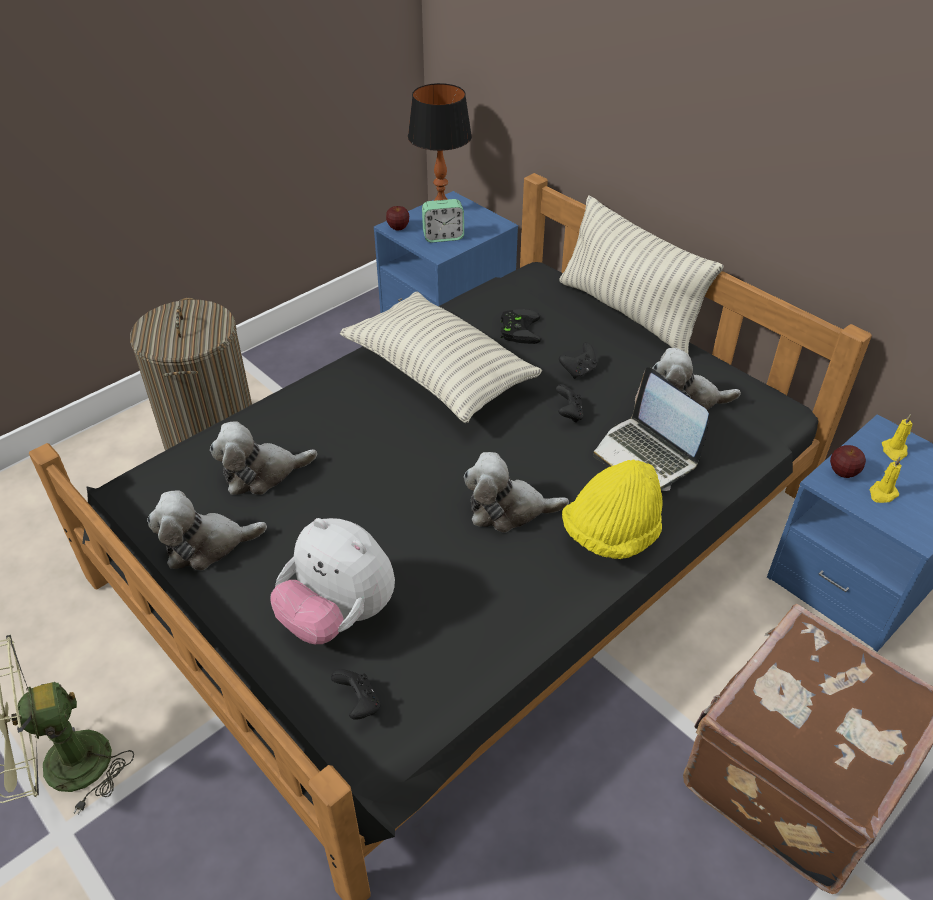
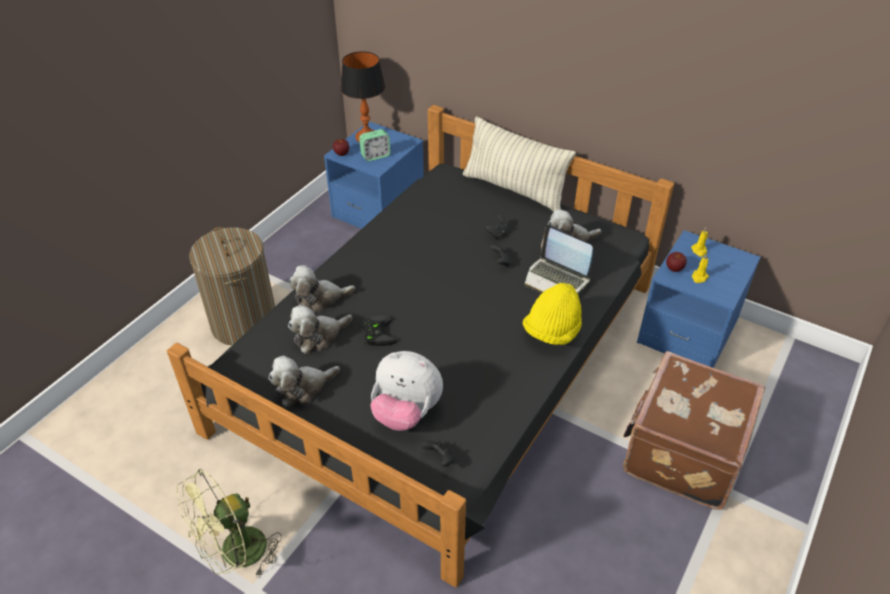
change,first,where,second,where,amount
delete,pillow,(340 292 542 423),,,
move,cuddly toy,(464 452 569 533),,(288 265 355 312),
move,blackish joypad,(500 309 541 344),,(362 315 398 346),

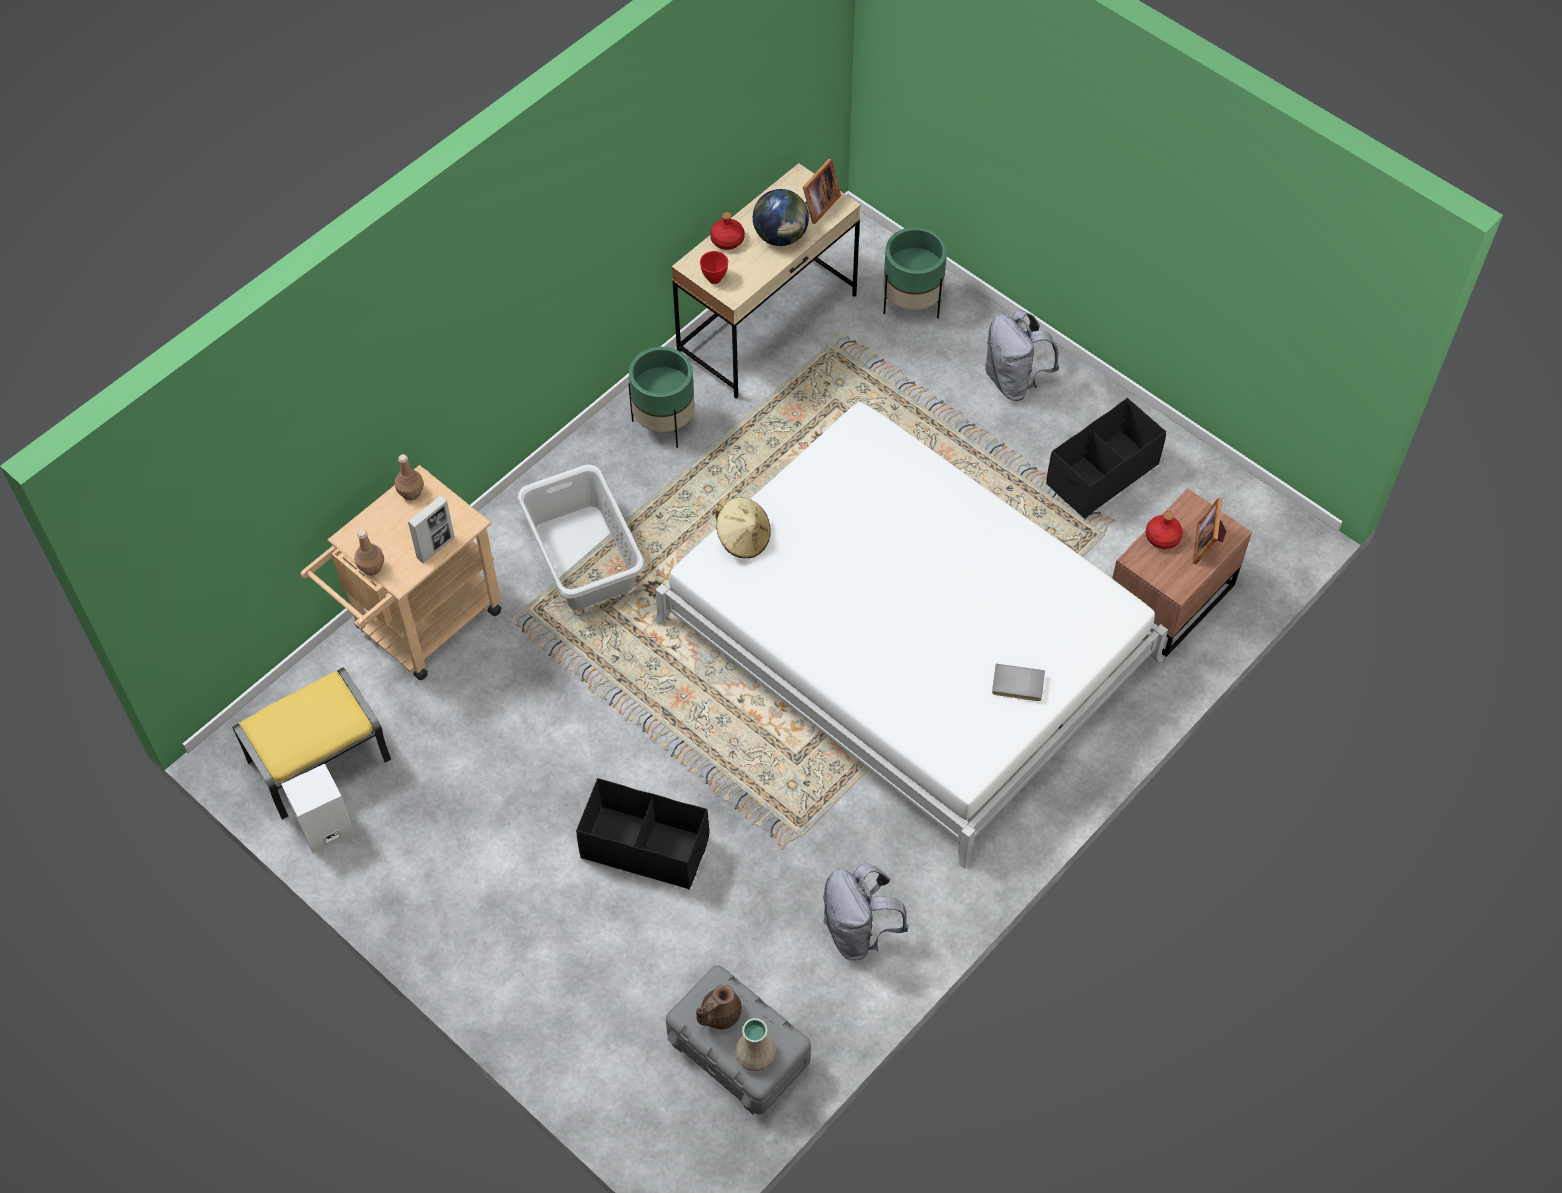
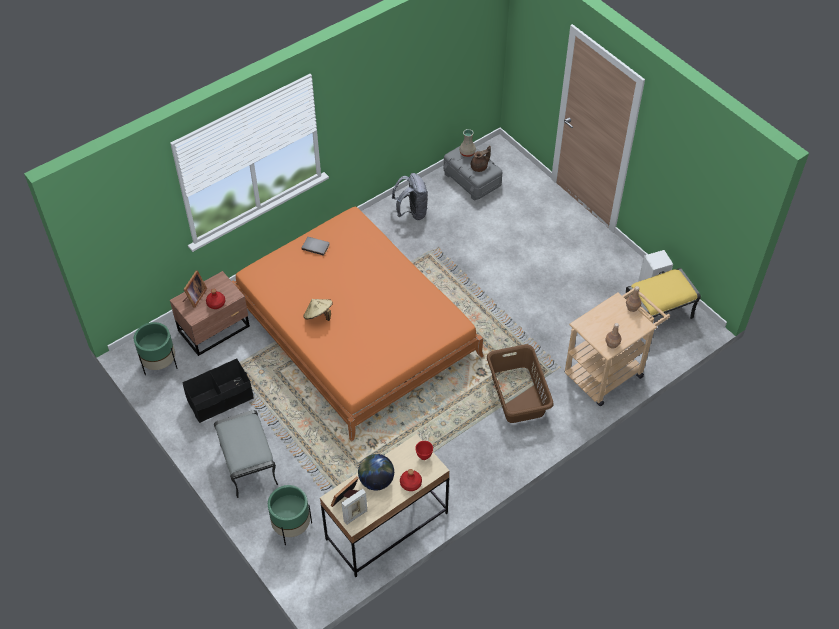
change,first,where,second,where,amount
delete,blackish storage box,(576 778 709 890),,,
move,photo frame,(408 495 455 563),,(341 489 367 525),
move,green-coloured flower pot,(629 347 695 448),,(134 322 177 375),
move,sand-coloured clothing hat,(715 497 771 559),,(303 299 333 321),
replace,grey rucksack,(985 310 1059 401),grey footrest,(214 410 278 498),
recolor,grey laundry basket,(517 464 645 610),brown-coloured laundry basket,(487 344 554 423),
recolor,white-coloured bed,(654 402 1168 869),orange-coloured bed,(232 206 484 441),

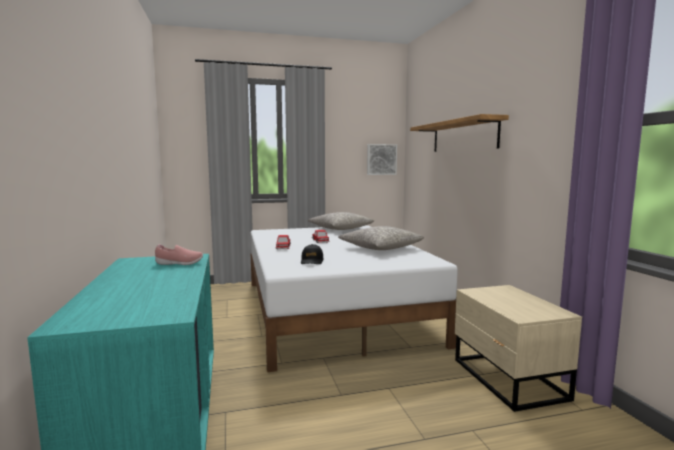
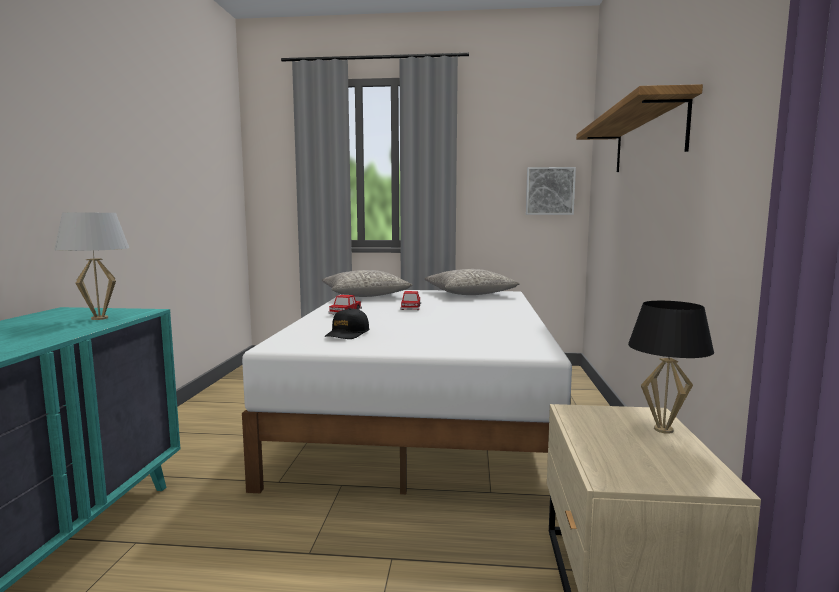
change,first,where,second,where,amount
insert,,,blackish table lamp,(628 301 714 434),
move,grey pillow,(338 226 424 250),,(322 270 412 297),
replace,pink-coloured item of footwear,(155 244 203 265),white-coloured table lamp,(54 213 129 320),

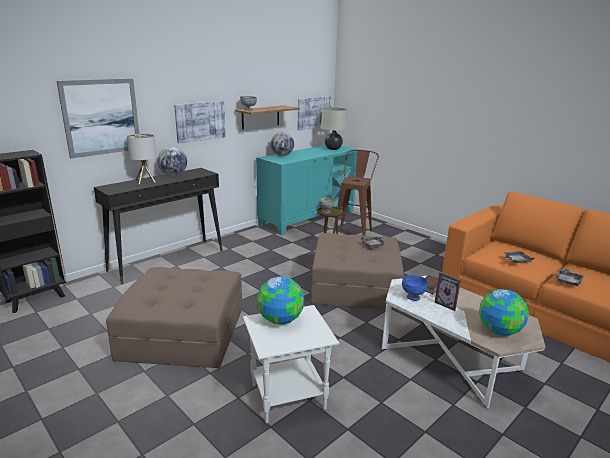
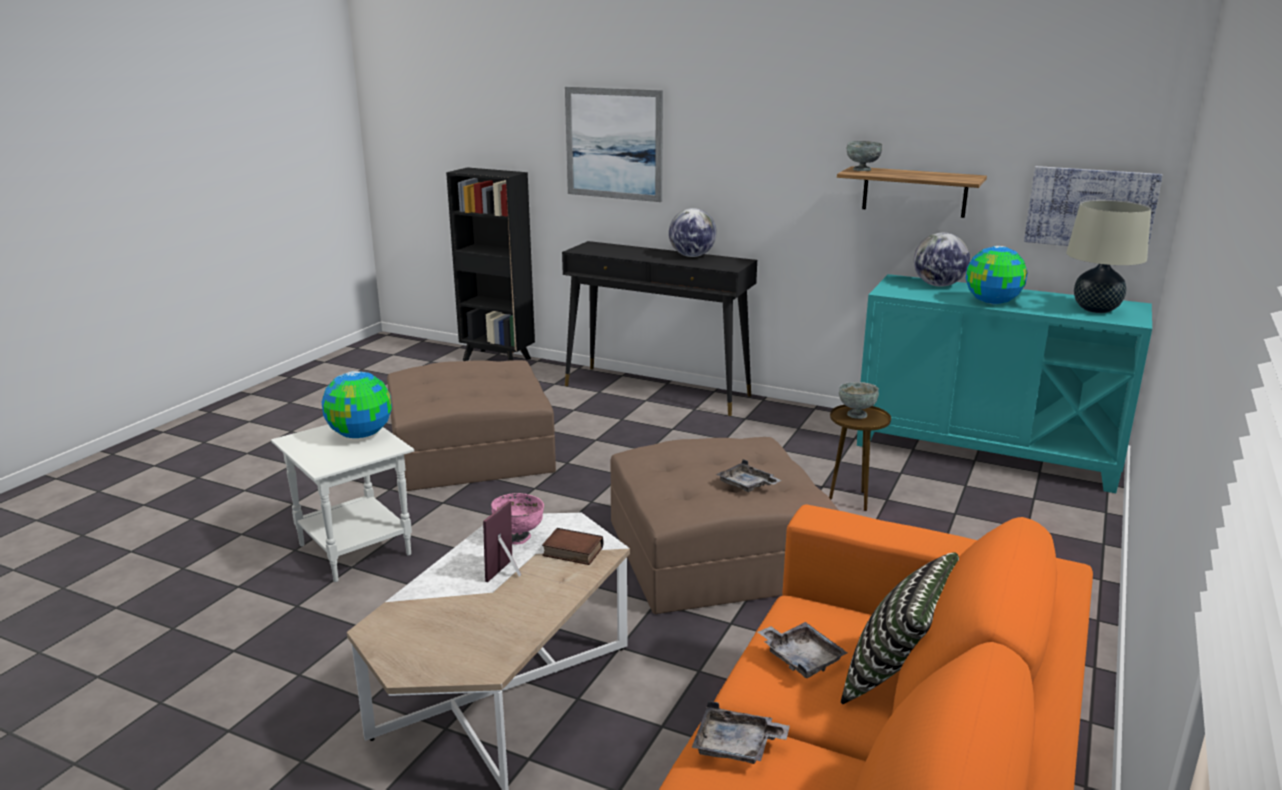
change,first,where,second,where,amount
delete,table lamp,(127 134 156 184),,,
delete,picture,(174 101 226 143),,,
delete,brown-coloured stool seat,(333 150 379 236),,,
insert,,,pillow,(841 552 959 704),
move,world globe,(479 289 529 336),,(966 246 1027 304),
recolor,blue deep dish,(402 275 428 301),pink-coloured deep dish,(491 493 544 544),

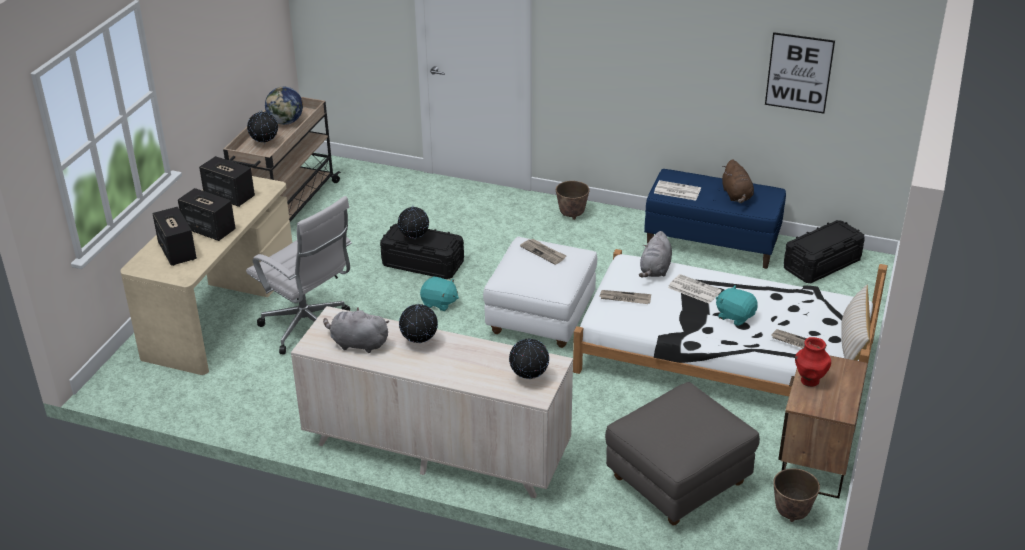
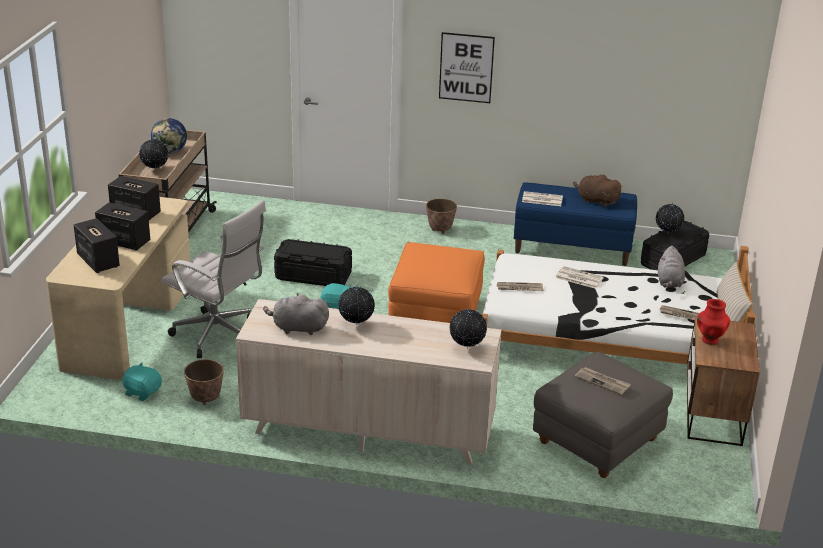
change,first,where,second,where,amount
move,world globe,(398 206 429 239),,(656 202 684 233),
move,newspaper,(520 239 567 265),,(575 367 631 395),
move,grey cuddly toy,(639 231 672 278),,(658 246 685 288),
move,turquoise cuddly toy,(716 285 758 326),,(122 362 162 401),
move,picture,(765 32 835 114),,(439 32 495 103),
move,flower pot,(773 468 820 522),,(184 359 224 405),
recolor,white-coloured footrest,(483 237 597 348),orange-coloured footrest,(388 242 485 323),
rotate,brown-coloured cuddly toy,(722 159 754 203),,(573 175 623 207),135 degrees clockwise

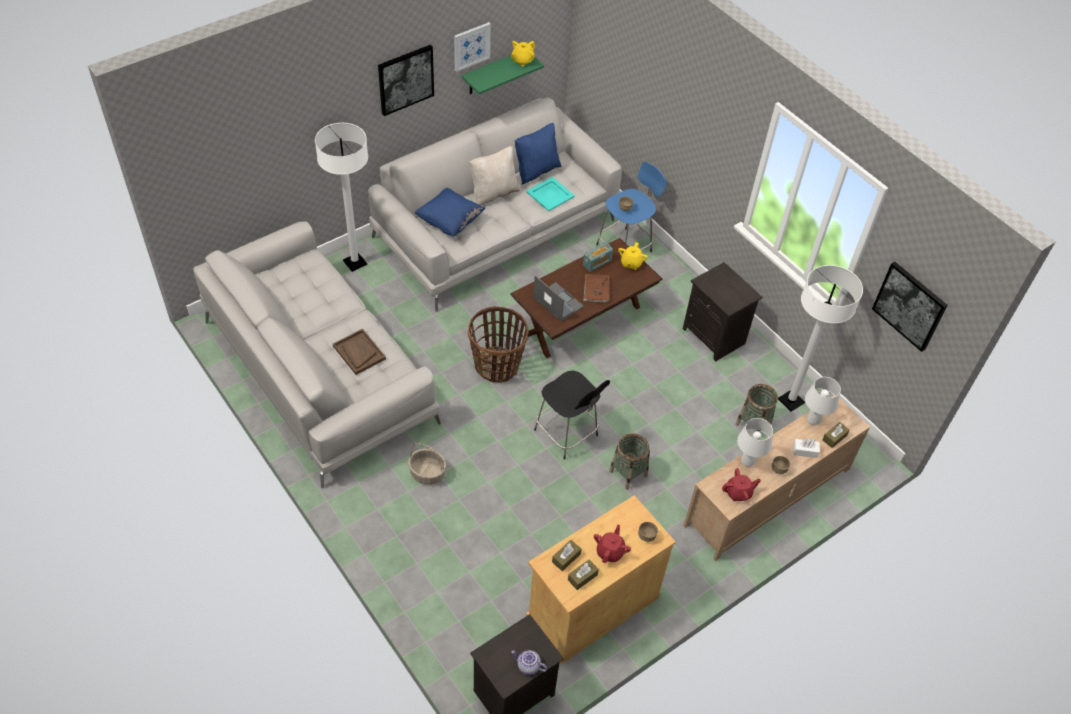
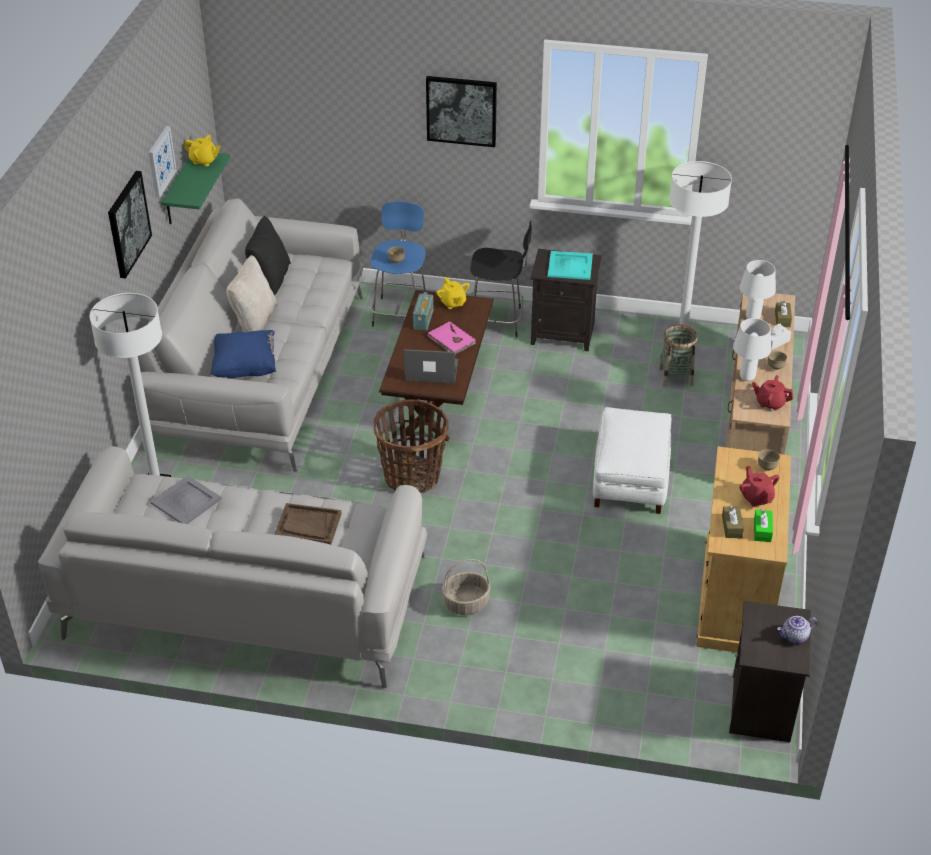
change,first,where,second,where,amount
insert,,,grey carrying tray,(150 475 222 524),
move,turquoise carrying tray,(526 177 575 211),,(548 251 593 280),
move,blackish stool seat,(534 370 610 460),,(470 221 532 337),
move,picture,(872 262 948 352),,(426 76 497 147),
replace,basket,(609 434 650 490),white-coloured footrest,(593 407 671 514),
recolor,blue pillow,(515 123 561 184),blackish pillow,(245 216 291 295),
recolor,brown-coloured box of tissues,(568 559 599 590),green-coloured box of tissues,(754 509 773 542),
recolor,brown-coloured volume,(583 274 610 303),pink-coloured volume,(427 321 476 354),
rotate,yellow pot for tea,(511 41 535 66),,(184 135 221 166),75 degrees counterclockwise
rotate,red pot for tea,(722 468 761 501),,(752 375 794 411),105 degrees counterclockwise

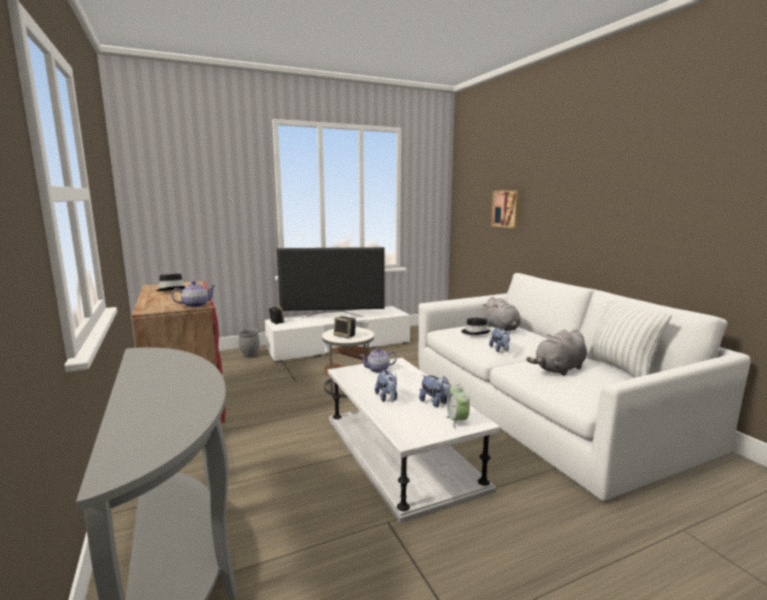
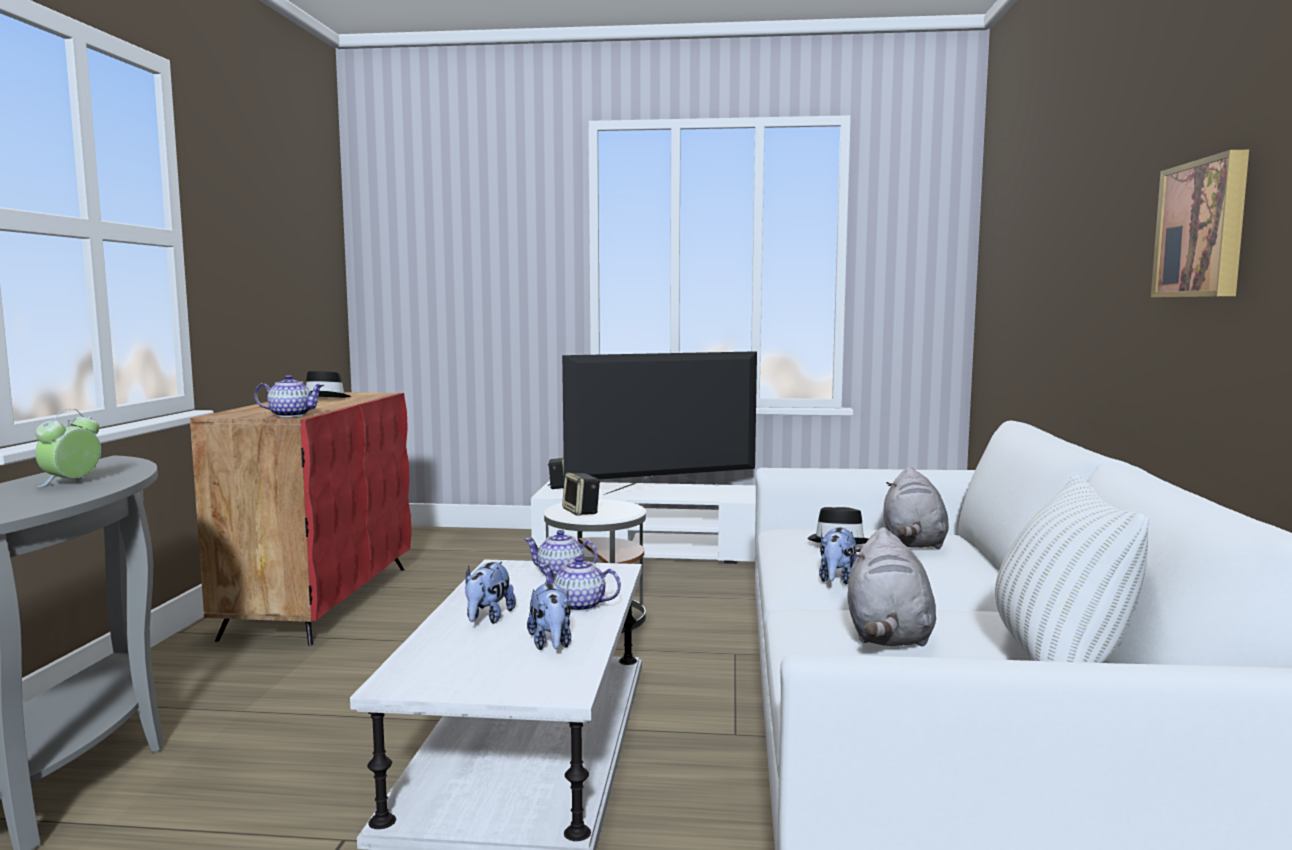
change,first,where,second,where,amount
delete,grey flower pot,(238 329 260 358),,,
insert,,,pot for tea,(539 556 621 612),
move,alarm clock,(446 384 470 429),,(35 409 101 487),
move,picture,(491 190 521 228),,(1151 150 1249 297),
rotate,TV,(277 247 385 318),,(562 351 757 495),135 degrees clockwise
rotate,grey cuddly toy,(526 329 587 376),,(848 528 936 646),75 degrees counterclockwise

